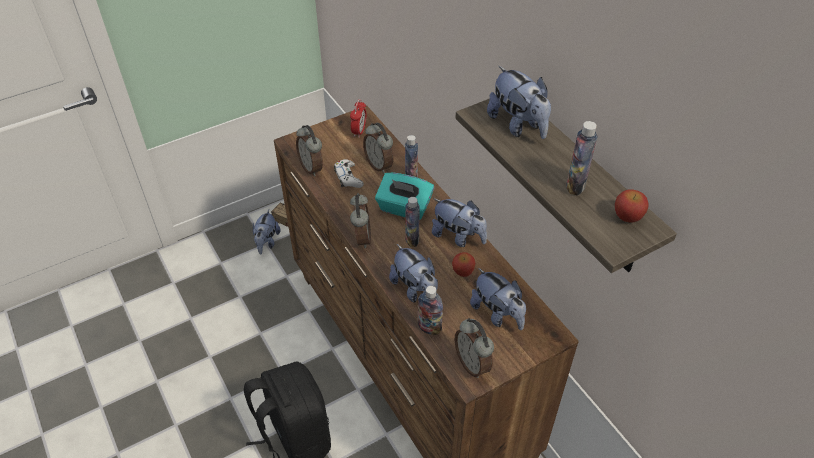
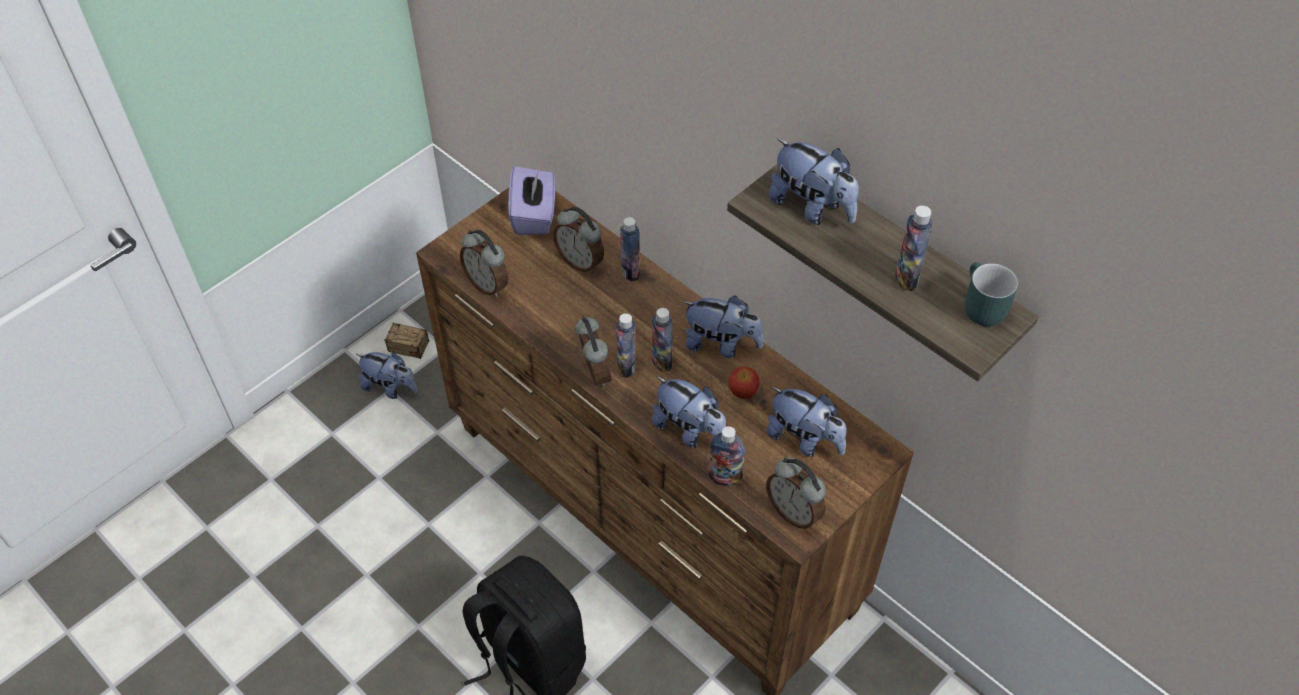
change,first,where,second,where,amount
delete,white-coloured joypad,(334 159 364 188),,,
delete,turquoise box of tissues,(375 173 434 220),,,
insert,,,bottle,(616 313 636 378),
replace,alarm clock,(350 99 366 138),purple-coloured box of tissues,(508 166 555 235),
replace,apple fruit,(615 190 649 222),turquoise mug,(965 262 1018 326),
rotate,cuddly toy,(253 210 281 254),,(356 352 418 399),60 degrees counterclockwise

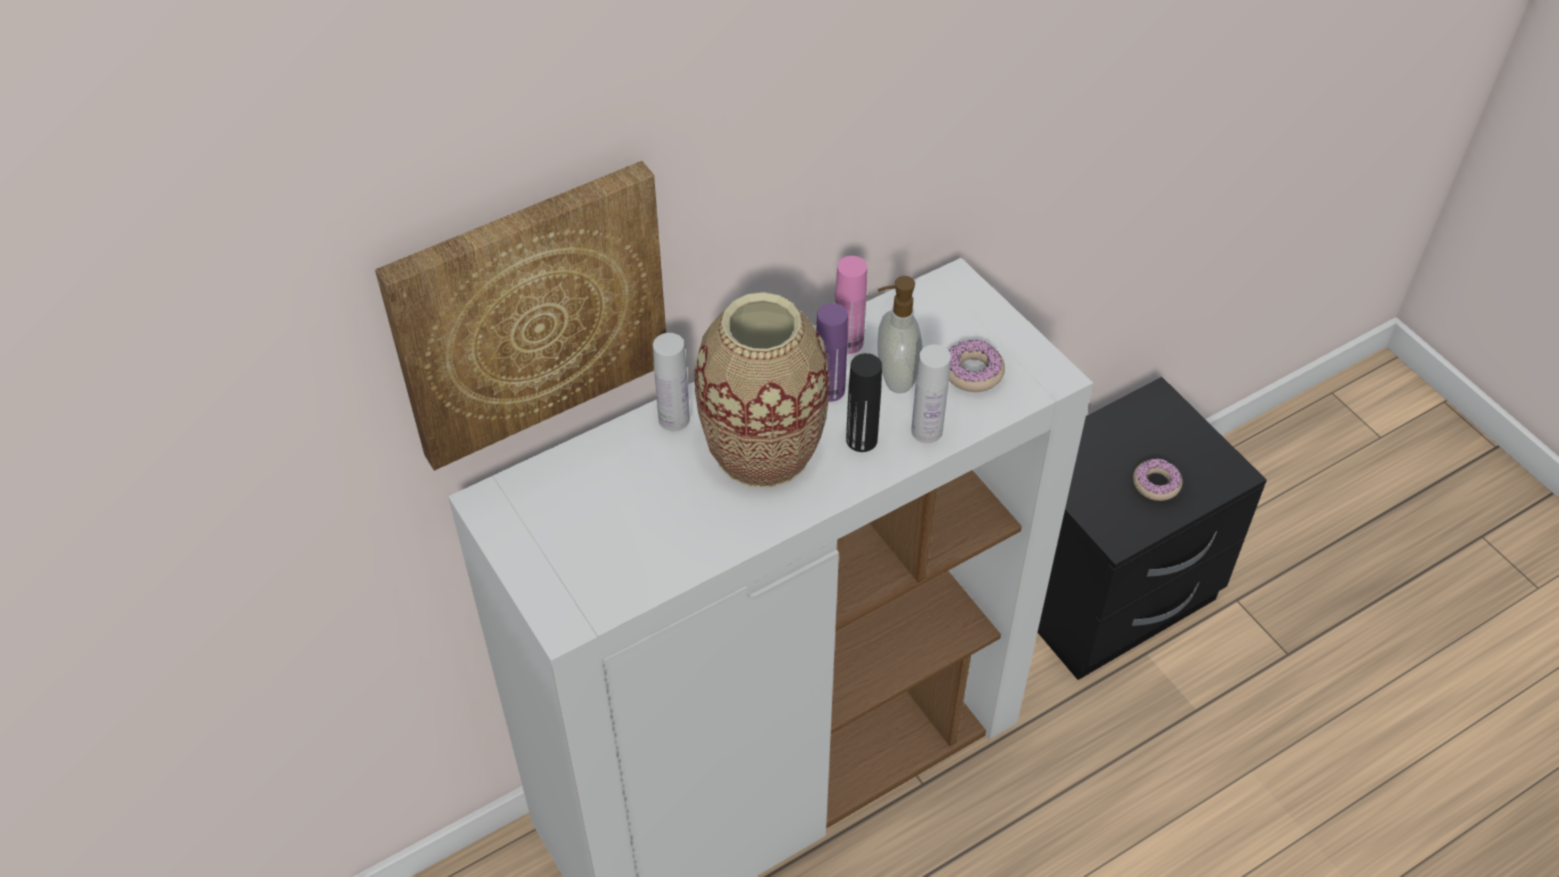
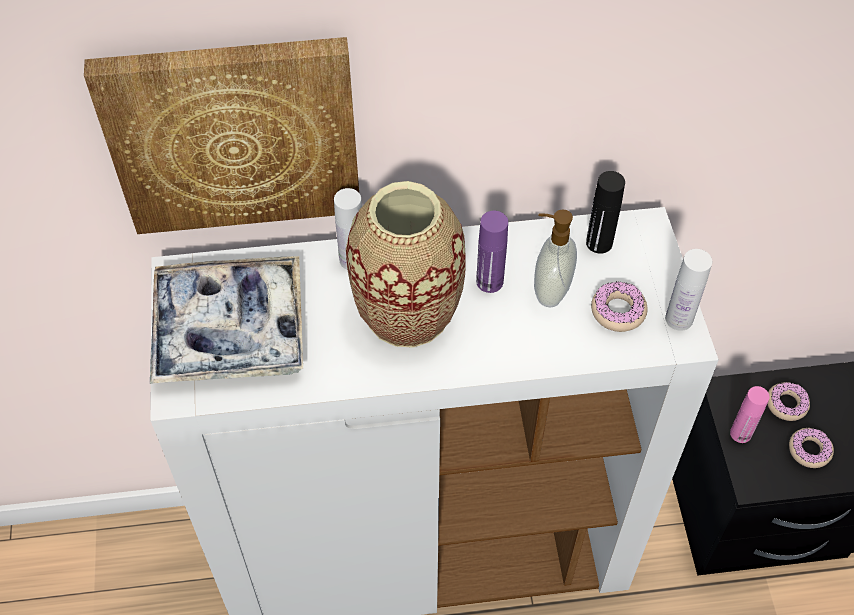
change,first,where,second,where,amount
insert,,,carrying tray,(150 256 303 384),
insert,,,doughnut,(767 382 810 421),
move,pink-coloured bottle,(835 256 867 354),,(730 386 770 443),
move,blackish bottle,(846 353 882 452),,(586 171 625 254),
move,white-coloured bottle,(911 344 951 443),,(665 249 712 331),

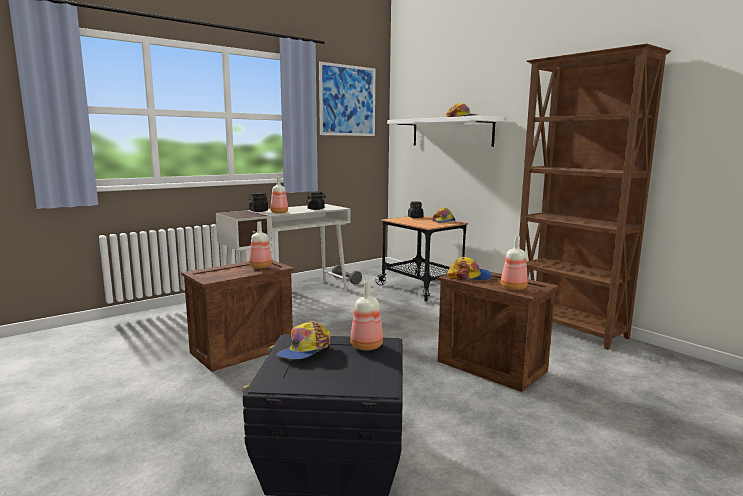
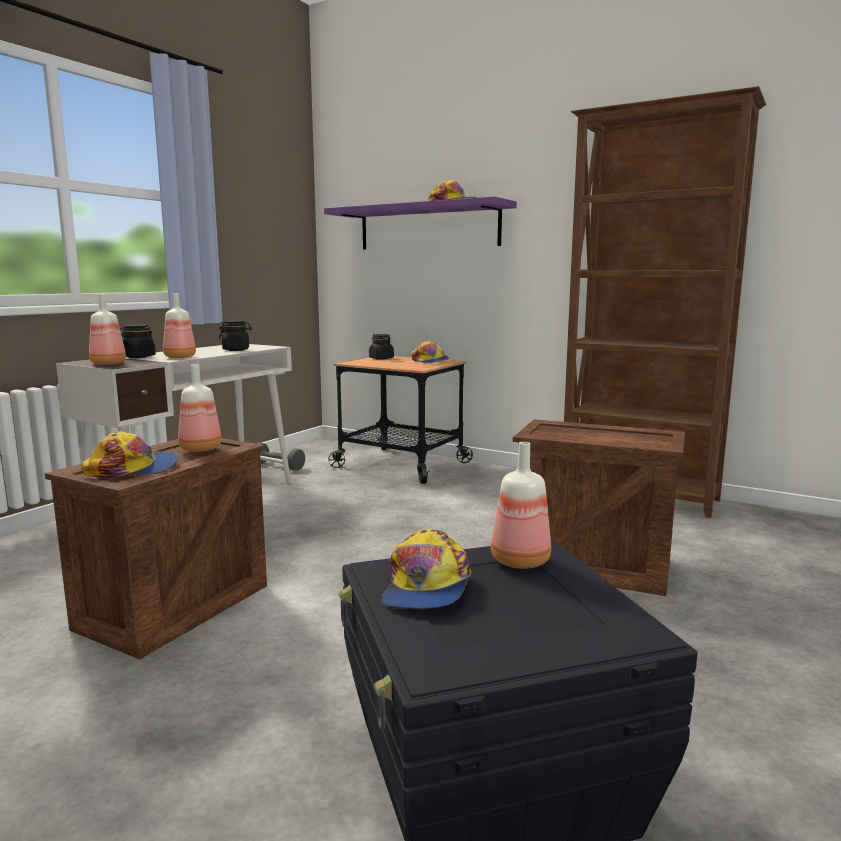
change,first,where,second,where,amount
delete,picture,(319 62 375 136),,,
move,cap,(447 257 492 280),,(81 431 178 478),
move,bottle,(501 236 528 290),,(89 294 126 365),
recolor,white-coloured bracket shelf,(387 116 504 147),purple-coloured bracket shelf,(324 196 517 249),

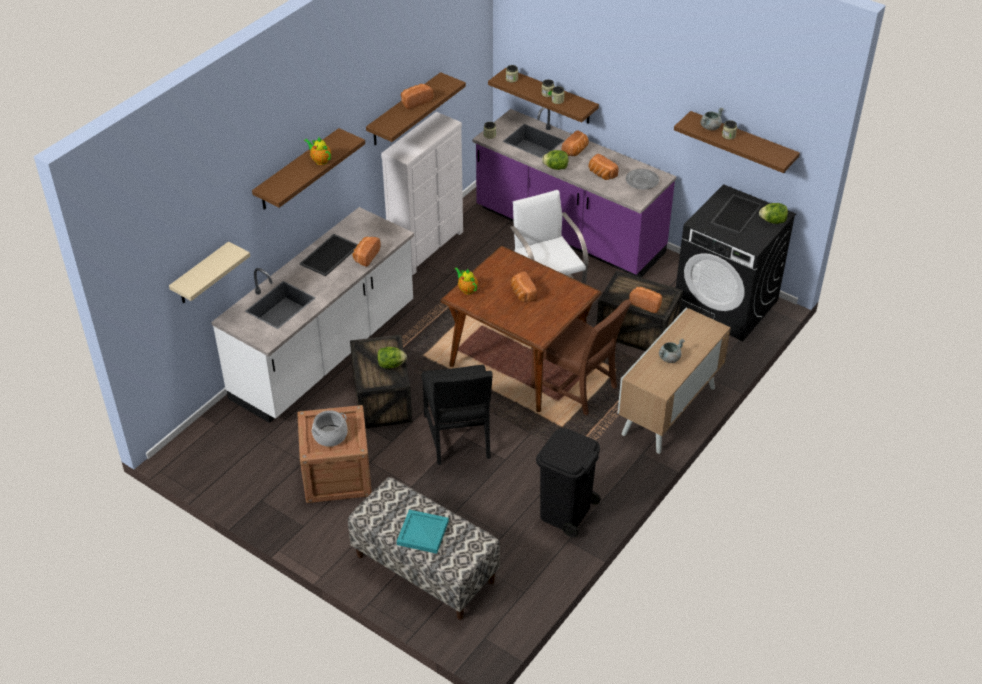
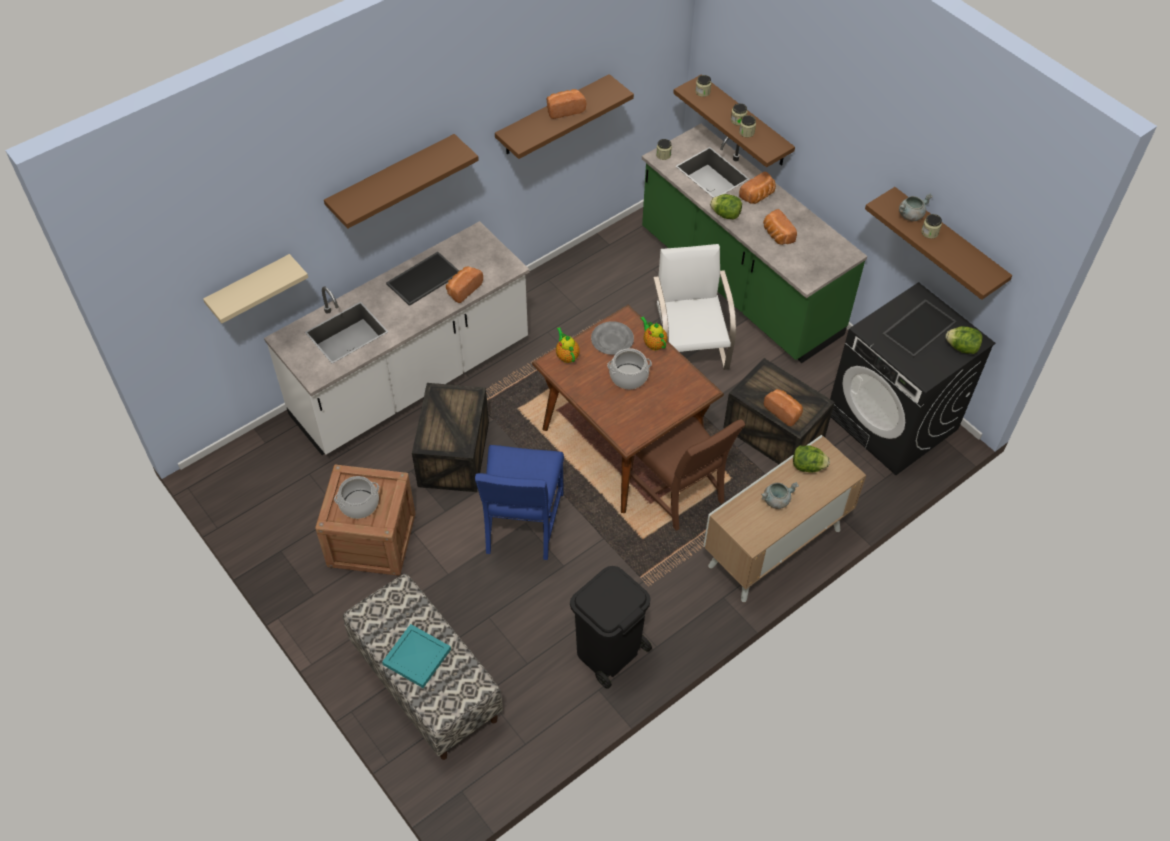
change,first,where,second,where,amount
delete,white-coloured dresser,(381 112 463 275),,,
move,pot for tea,(304 138 331 165),,(641 317 667 350),
move,head of lettuce,(377 347 407 369),,(793 446 830 472),
move,grey dinner plate,(626 169 659 189),,(591 321 634 355),
replace,baked bread,(511 271 537 302),cooking pot,(607 348 652 389),
recolor,blackish chair,(422 365 493 465),blue chair,(475 445 564 560),
recolor,purple-coloured counter,(473 107 676 278),green-coloured counter,(642 124 868 363),

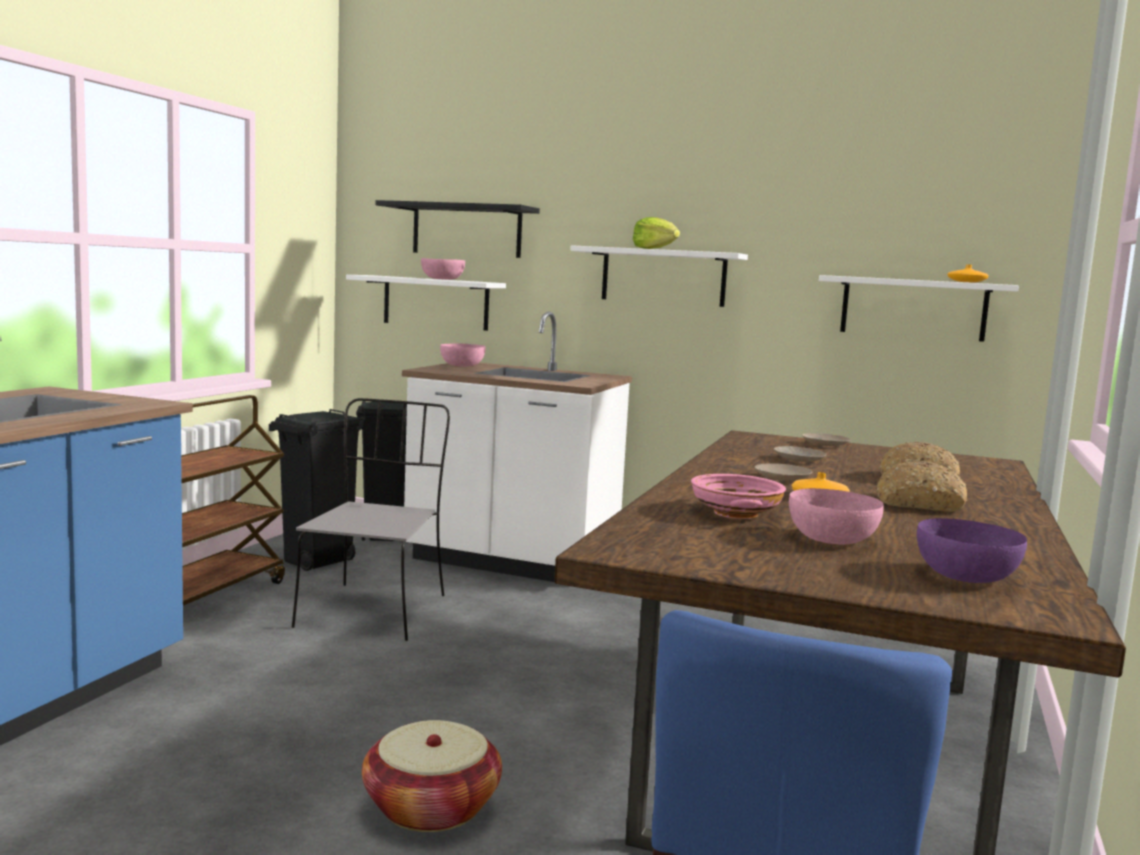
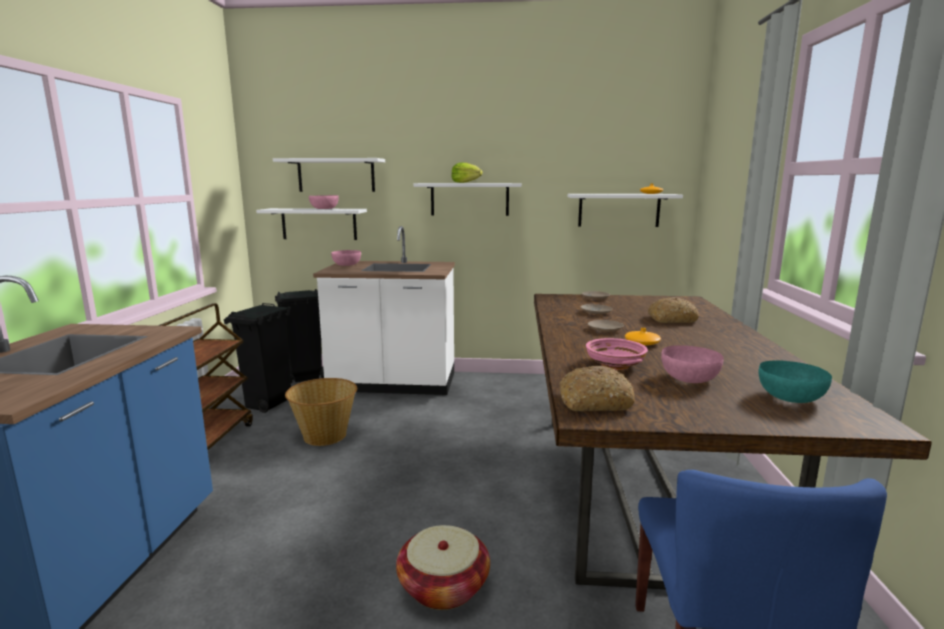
change,first,where,second,where,amount
move,baked bread,(876 461 967 512),,(559 365 635 411),
replace,grey chair,(292 398 450 641),basket,(285 378 357 446),
recolor,blackish bracket shelf,(375 200 540 258),white-coloured bracket shelf,(273 158 385 192),
recolor,purple-coloured deep dish,(917 518 1027 583),turquoise deep dish,(759 360 832 403),

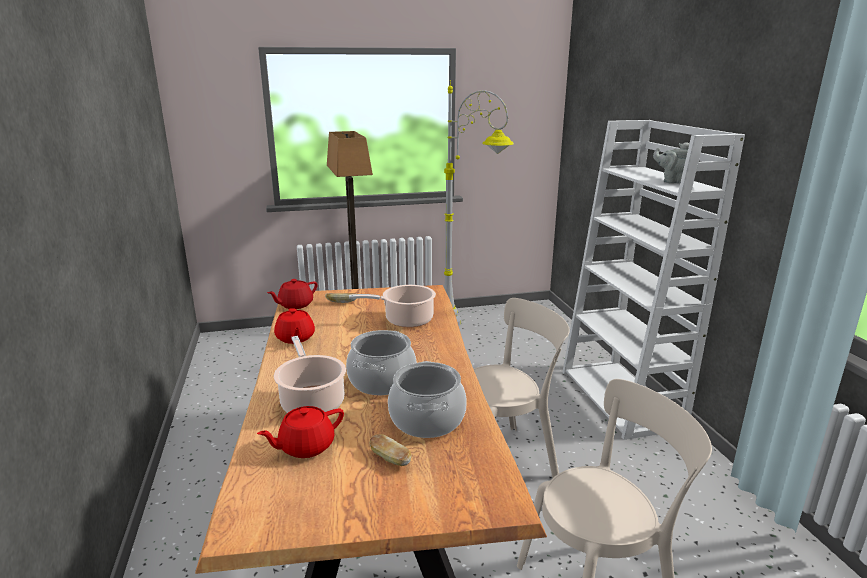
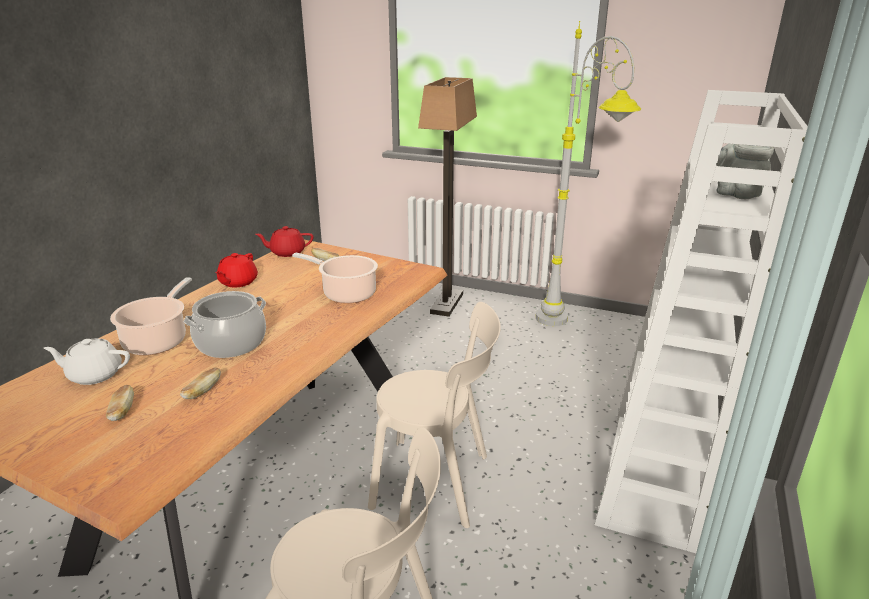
change,first,where,second,where,amount
replace,cooking pot,(388 361 467 438),baked bread,(180 367 221 399),
recolor,red pot for tea,(257 406 344 458),white-coloured pot for tea,(43 338 130 385),

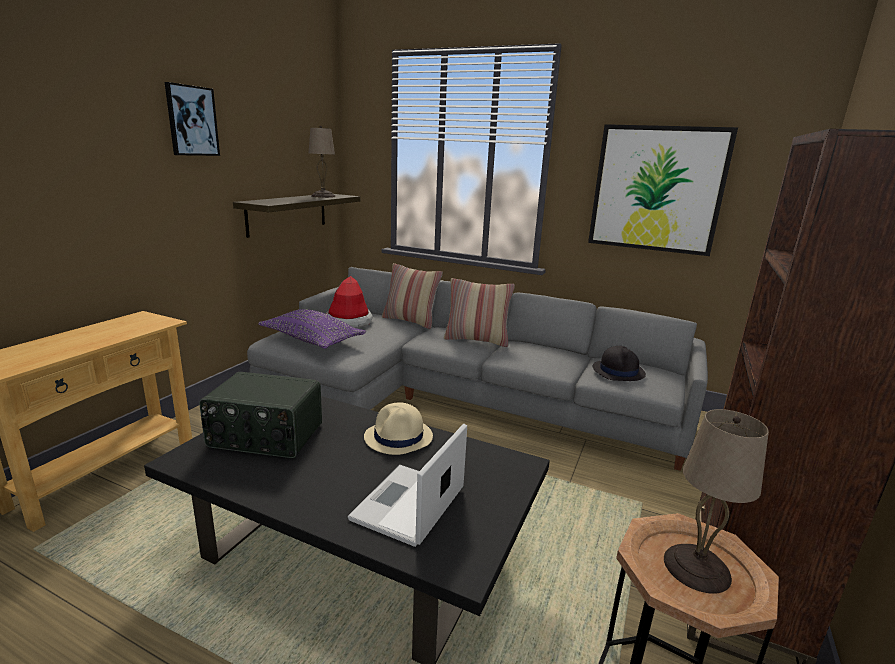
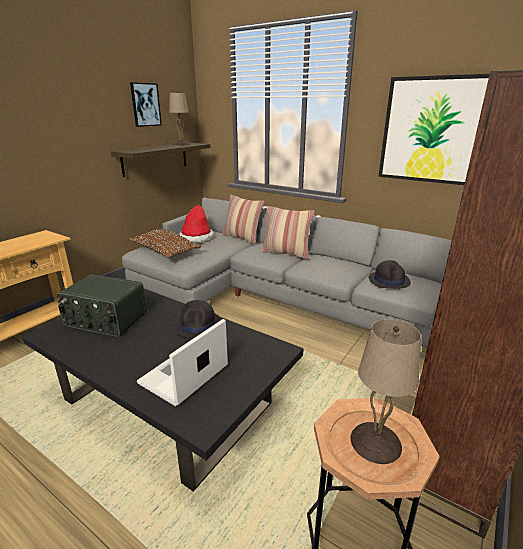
change,first,where,second,where,amount
move,picture,(164 82 220 156),,(130 82 162 127),
recolor,purple-coloured pillow,(258 309 366 349),brown-coloured pillow,(129 229 202 258),
recolor,sand-coloured clothing hat,(364 403 433 455),blackish clothing hat,(172 300 222 338),

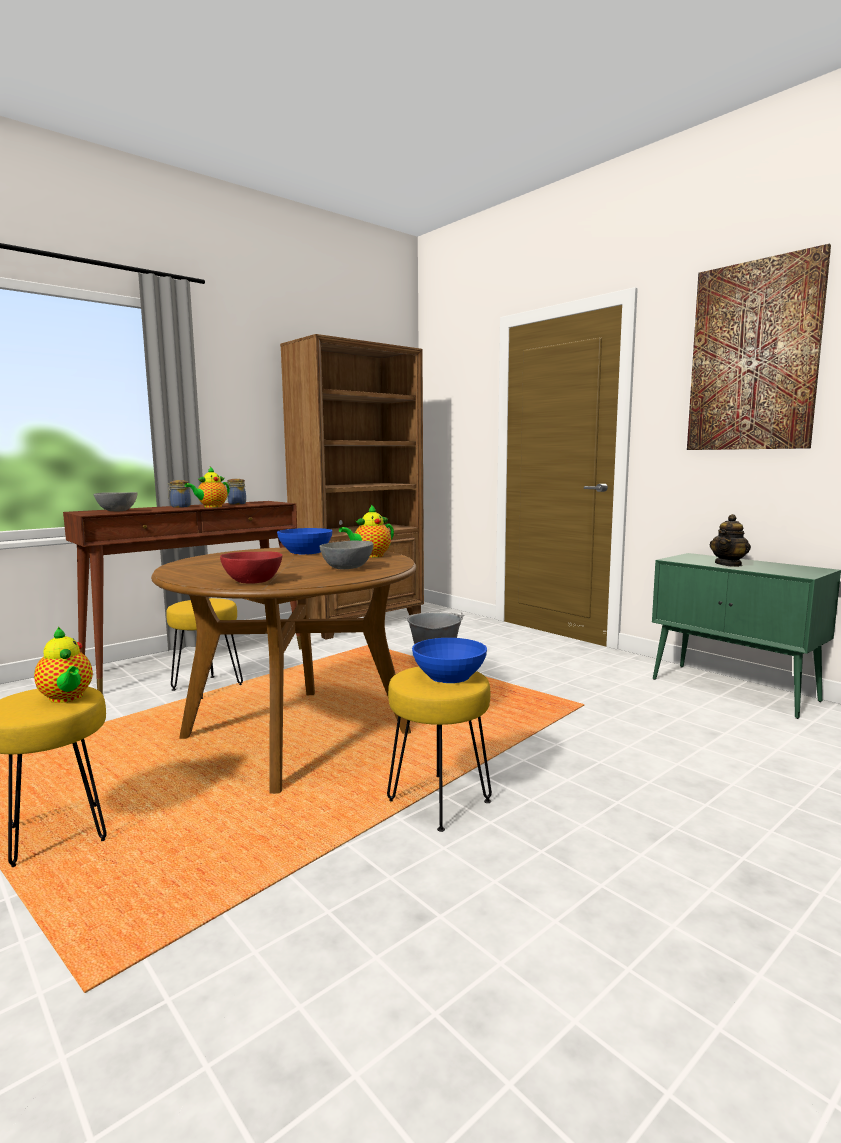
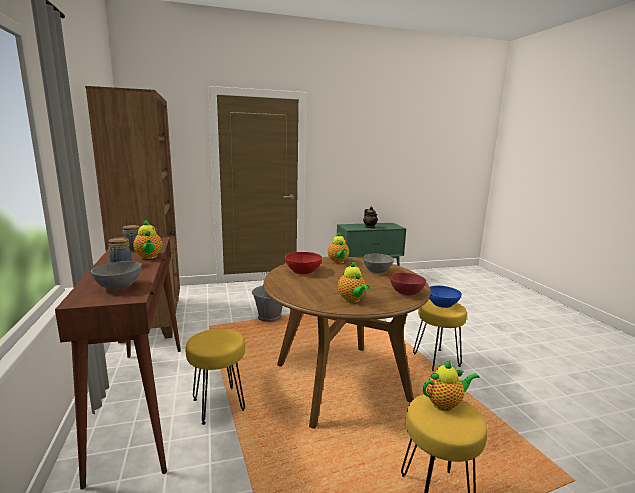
change,first,where,second,where,amount
delete,picture,(687 244 831 450),,,
insert,,,pot for tea,(338 261 370 303),
recolor,blue deep dish,(277 528 332 555),red deep dish,(285 252 322 274),

